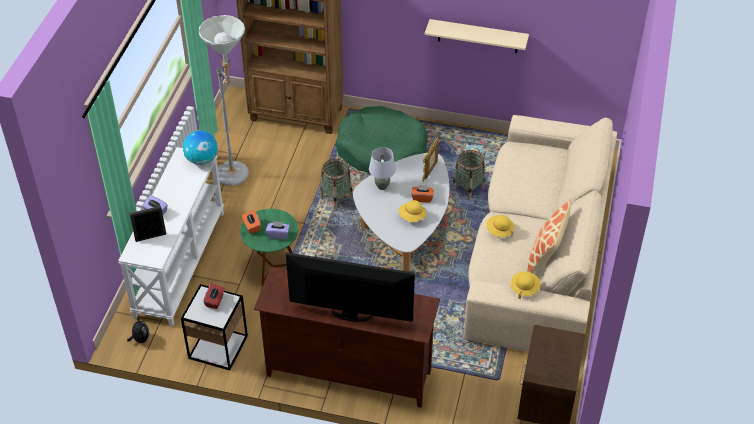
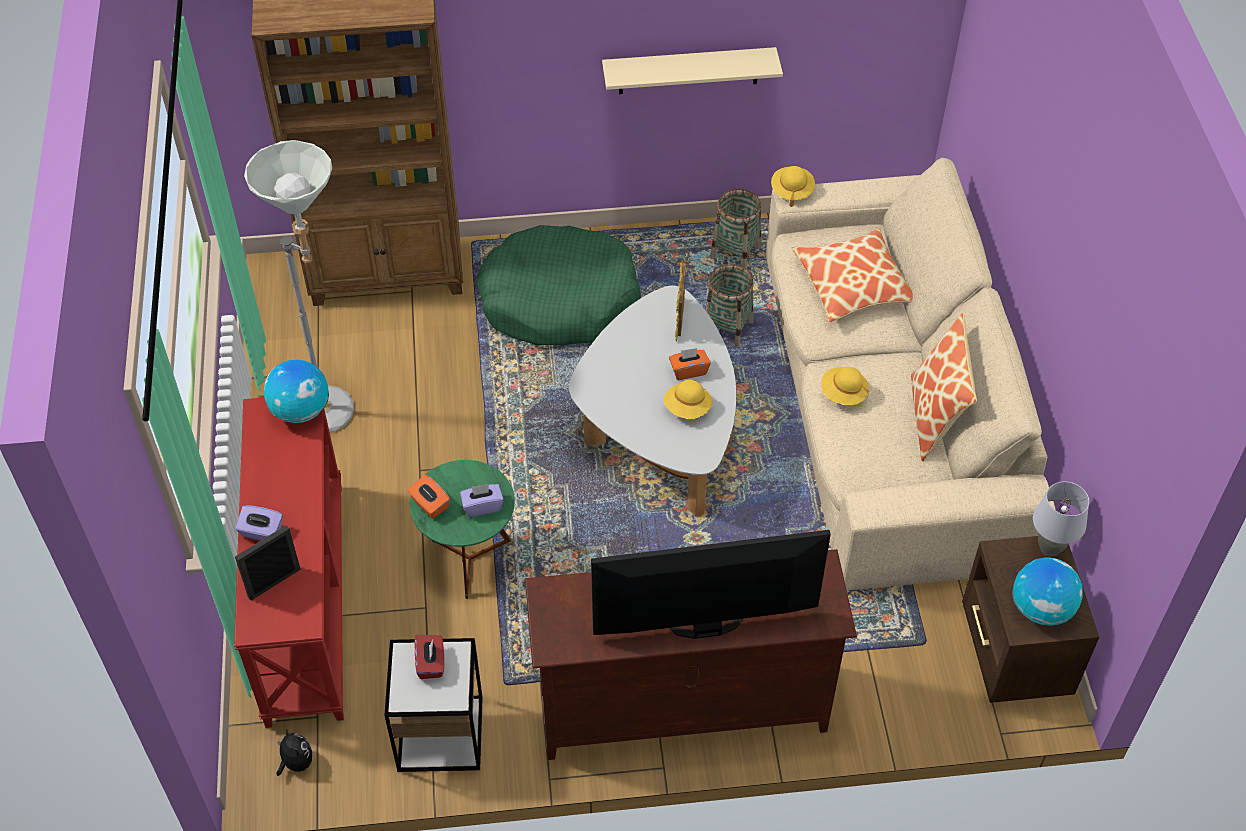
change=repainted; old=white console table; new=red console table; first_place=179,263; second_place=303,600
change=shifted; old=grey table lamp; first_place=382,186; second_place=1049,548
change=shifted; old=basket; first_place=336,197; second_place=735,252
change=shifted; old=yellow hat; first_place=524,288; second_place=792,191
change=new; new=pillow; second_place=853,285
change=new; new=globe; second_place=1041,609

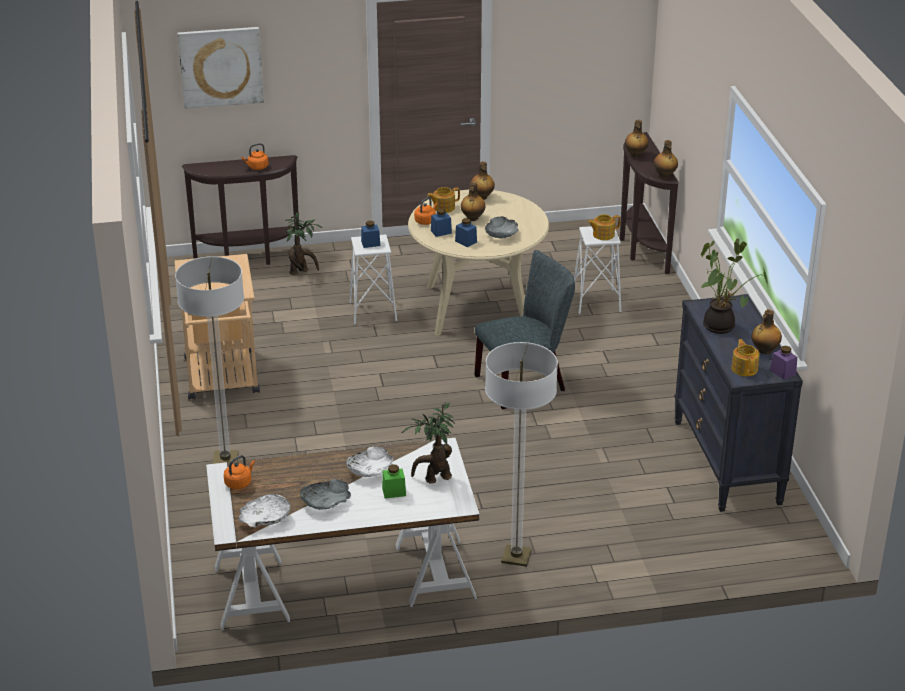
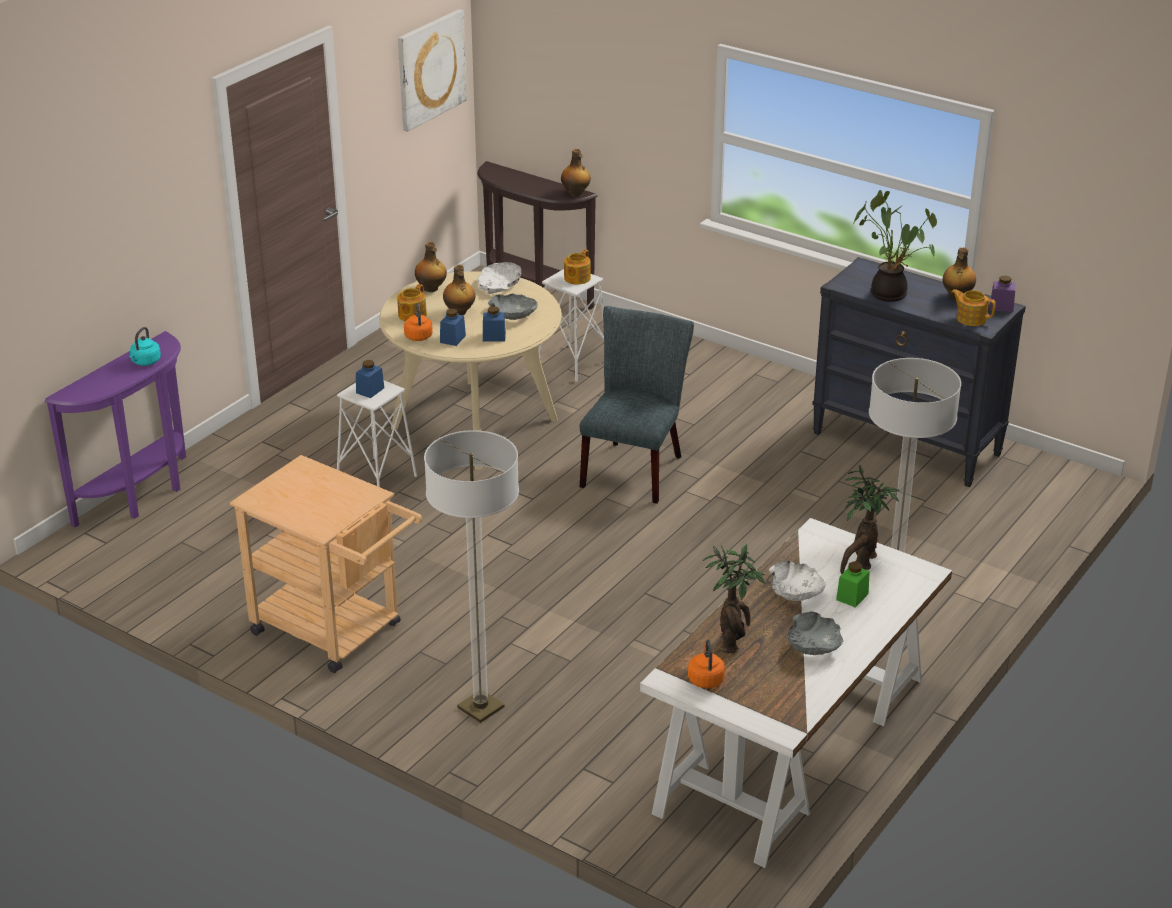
change=shifted; old=picture; first_place=221,66; second_place=430,69
change=gone; old=bottle; first_place=635,155
change=repainted; old=orange kettle; new=turquoise kettle; first_place=257,167; second_place=145,362
change=repainted; old=brown console table; new=purple console table; first_place=248,258; second_place=142,496
change=shifted; old=potted plant; first_place=301,271; second_place=732,640
change=shifted; old=white bowl; first_place=265,518; second_place=499,285

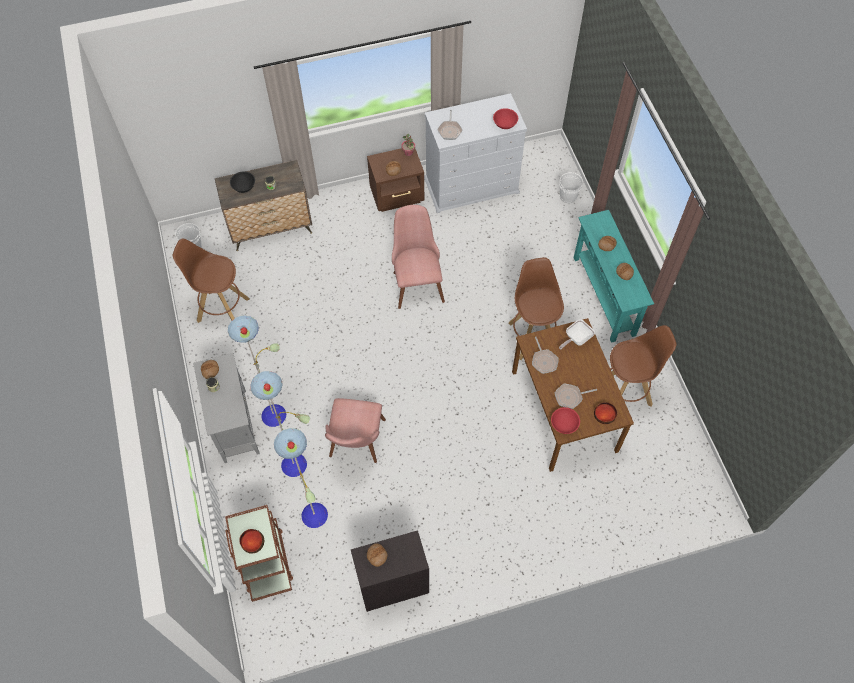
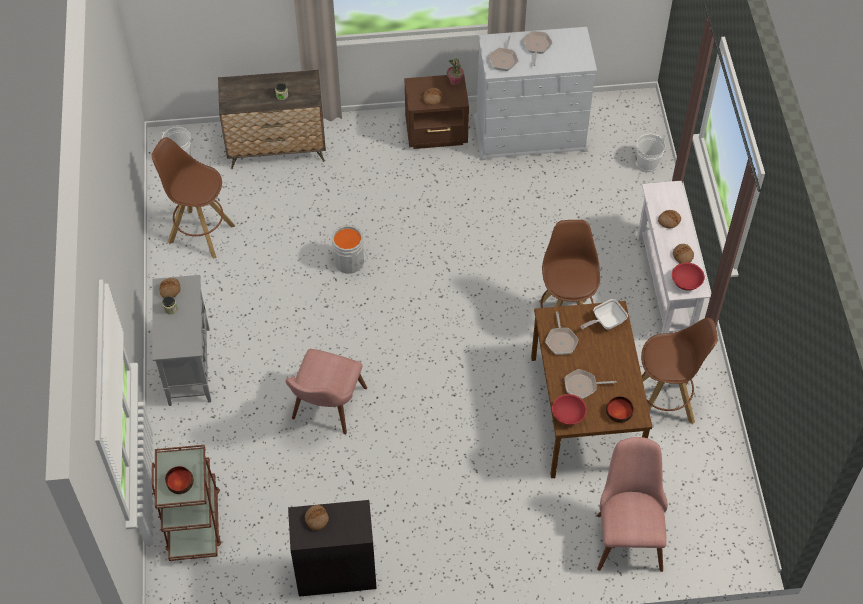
change=shifted; old=red bowl; first_place=504,124; second_place=686,282
change=gone; old=black bowl; first_place=243,187
change=shifted; old=pink chair; first_place=416,280; second_place=627,532
change=repainted; old=turquoise console table; new=white console table; first_place=604,296; second_place=665,287
change=gone; old=floor lamp; first_place=296,464
change=new; new=frying pan; second_place=536,46
change=new; new=grey bucket; second_place=350,261

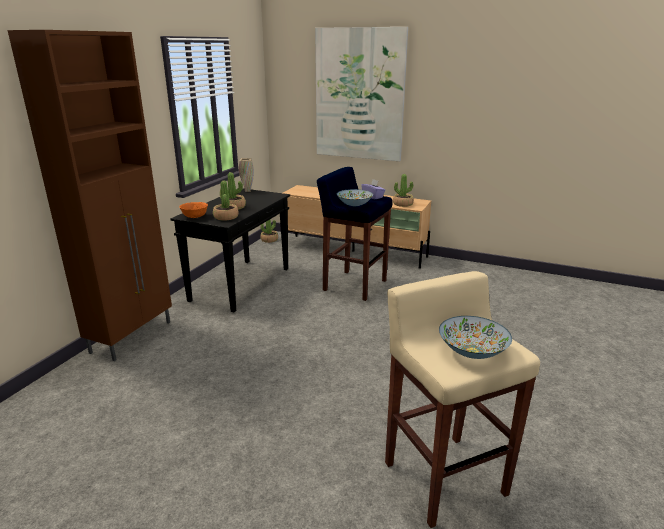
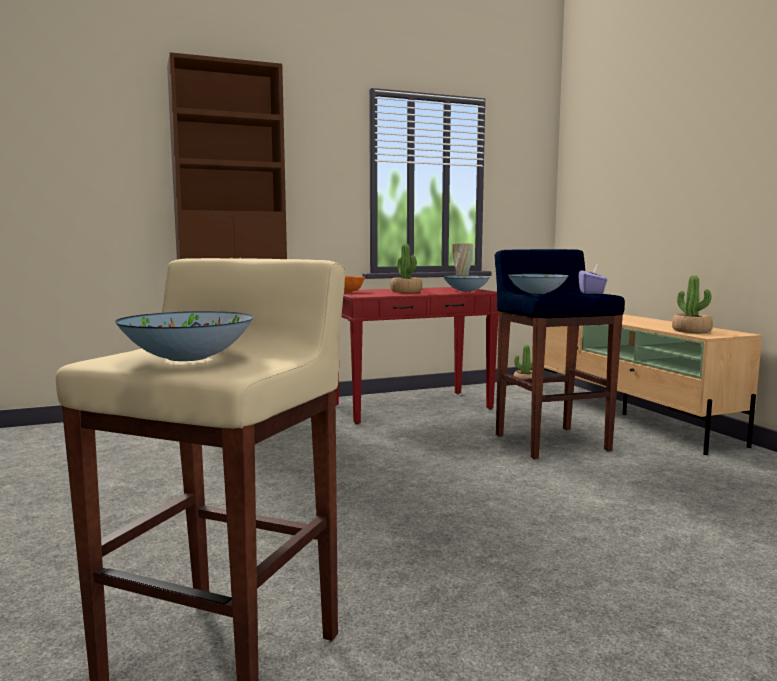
change=gone; old=picture; first_place=359,95
change=gone; old=potted plant; first_place=226,217
change=repainted; old=black console table; new=red console table; first_place=241,284; second_place=412,407
change=new; new=bowl; second_place=466,291

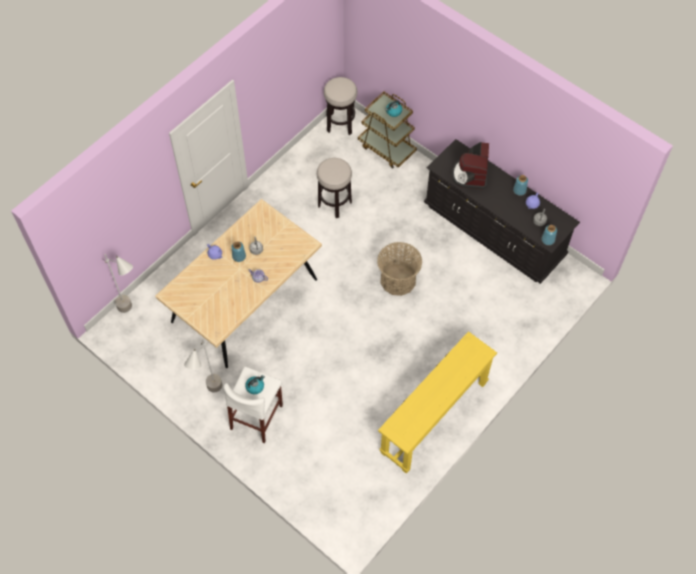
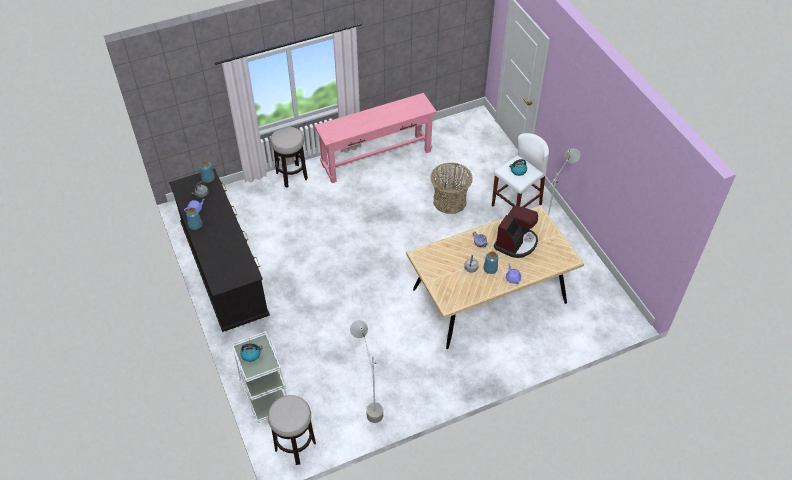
change=repainted; old=brown cart; new=white cart; first_place=387,148; second_place=264,394
change=shifted; old=coffee machine; first_place=470,174; second_place=516,243
change=shifted; old=stool; first_place=334,204; second_place=291,176
change=shifted; old=basket; first_place=398,280; second_place=449,201
change=shifted; old=grey floor lamp; first_place=133,313; second_place=369,404
change=repainted; old=yellow console table; new=pink console table; first_place=434,417; second_place=376,158

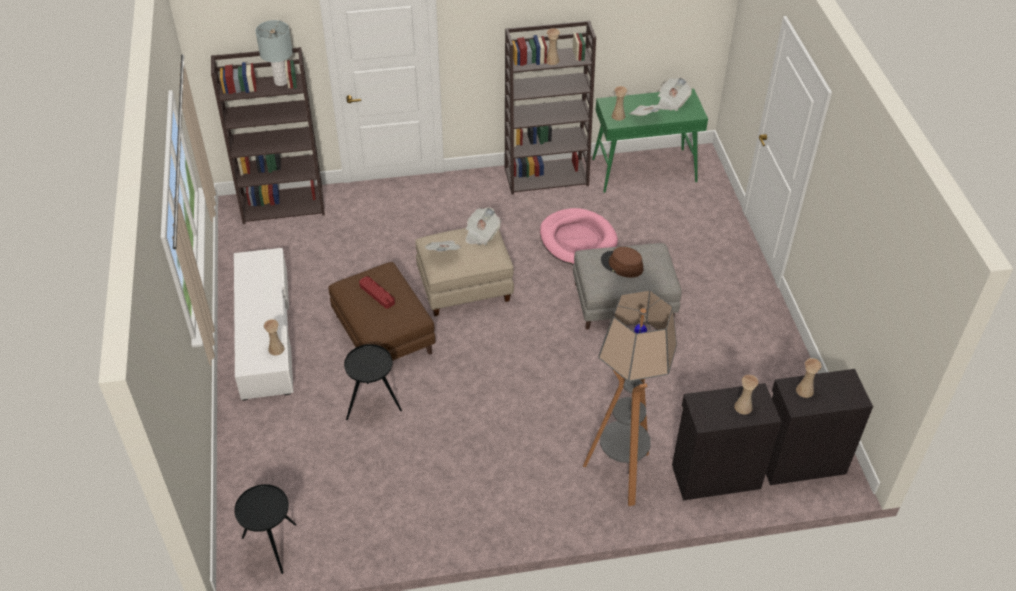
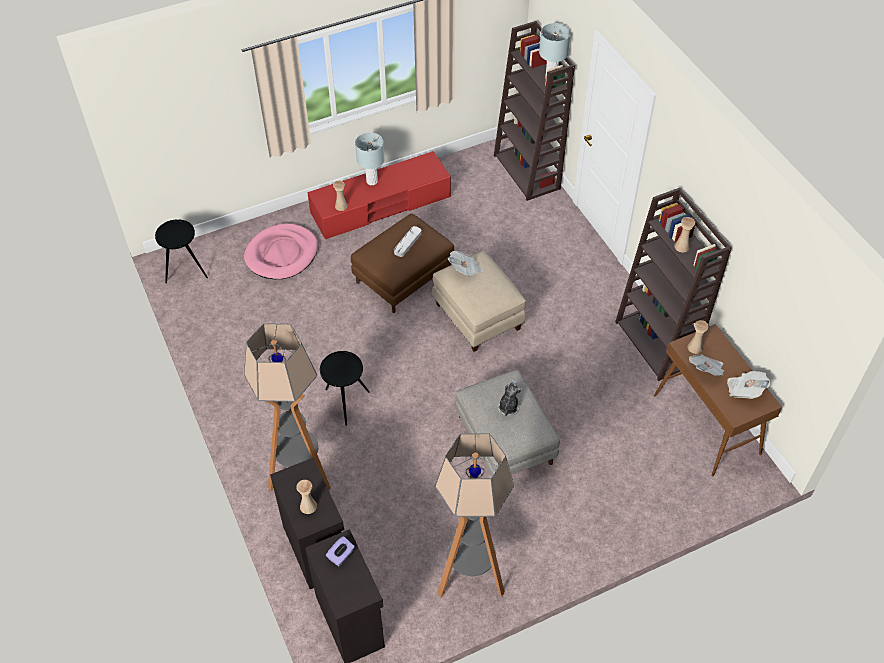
change=repainted; old=green console table; new=brown console table; first_place=644,170; second_place=707,425
change=gone; old=newspaper; first_place=481,234
change=shifted; old=pink dog bed; first_place=578,240; second_place=282,254
change=swapped; old=brown hat; new=plush toy; first_place=621,265; second_place=508,406
change=repainted; old=white tv stand; new=red tv stand; first_place=265,333; second_place=381,206
change=repainted; old=red tray; new=grey tray; first_place=377,294; second_place=407,243
change=shifted; old=black side table; first_place=373,406; second_place=345,404
change=swapped; old=beige vase; new=purple tissue box; first_place=804,390; second_place=341,556
change=new; new=grey table lamp; second_place=372,181
change=new; new=floor lamp; second_place=470,577

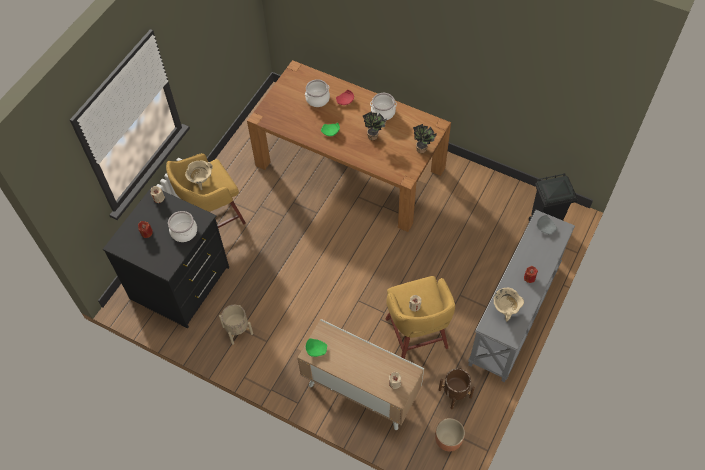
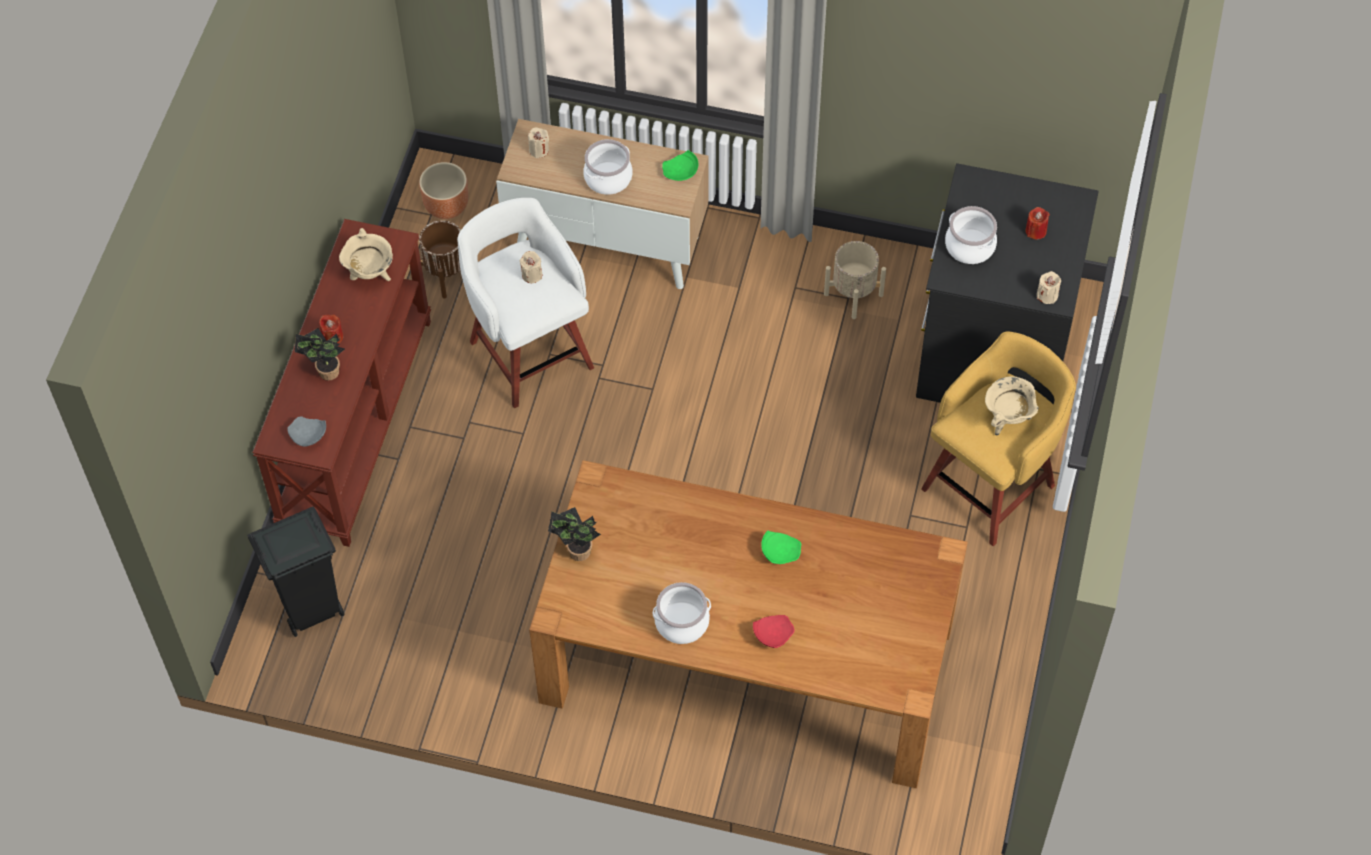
change=shifted; old=cooking pot; first_place=317,99; second_place=607,177
change=shifted; old=potted plant; first_place=374,136; second_place=325,372
change=repainted; old=grey console table; new=brown console table; first_place=515,315; second_place=355,422
change=repainted; old=yellow stool; new=white stool; first_place=417,335; second_place=530,351

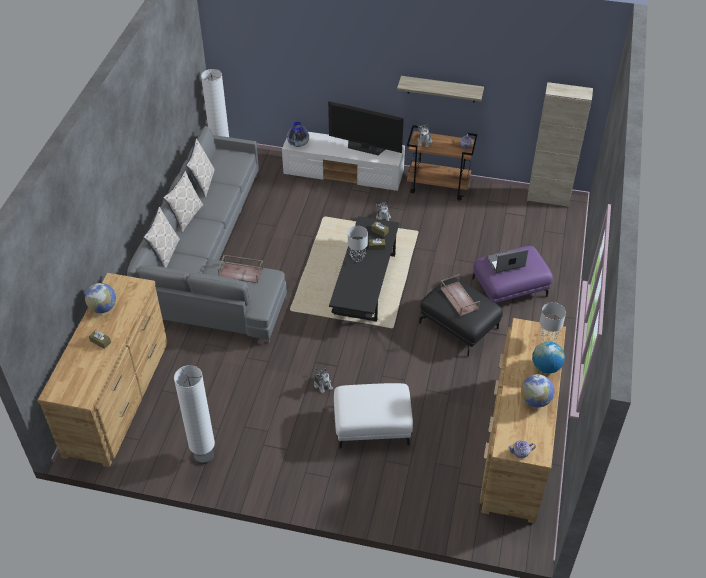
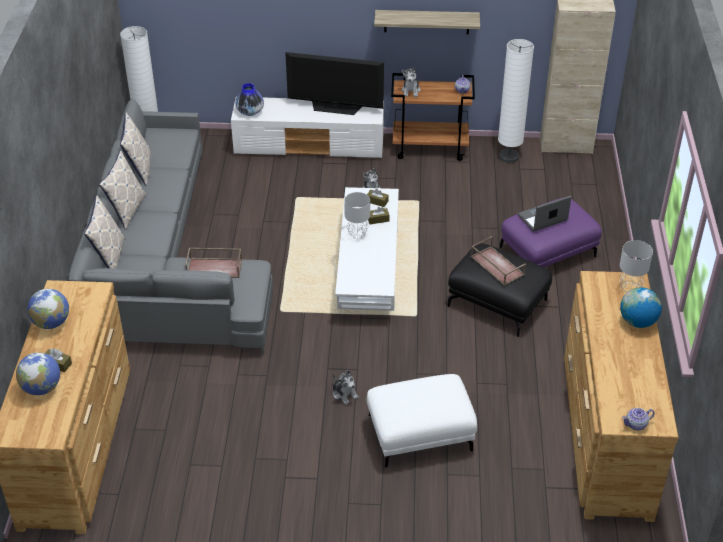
change=repainted; old=black coffee table; new=white coffee table; first_place=365,283; second_place=368,268
change=shifted; old=white floor lamp; first_place=204,456; second_place=509,157
change=shifted; old=globe; first_place=535,400; second_place=42,388

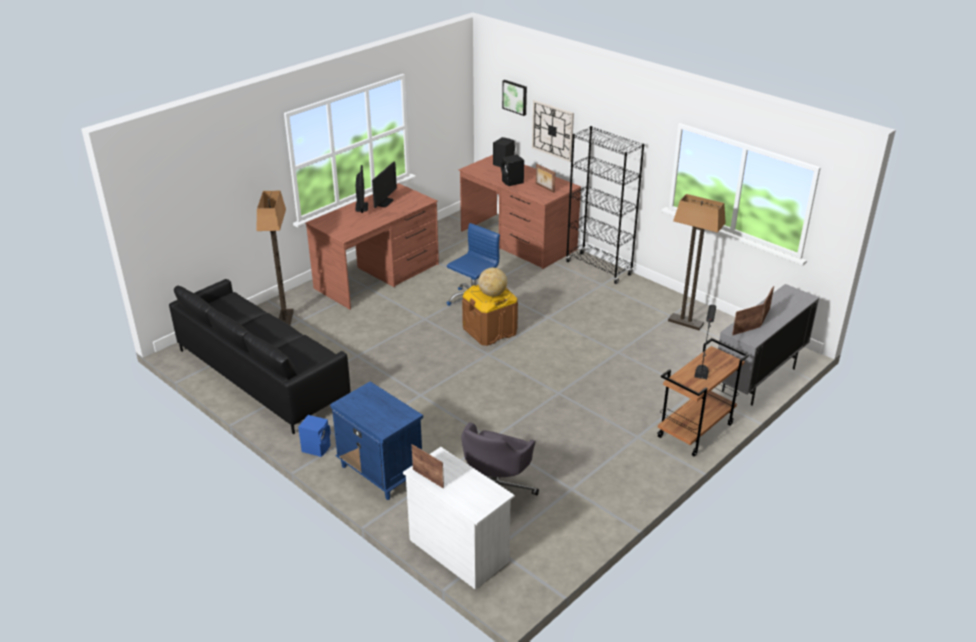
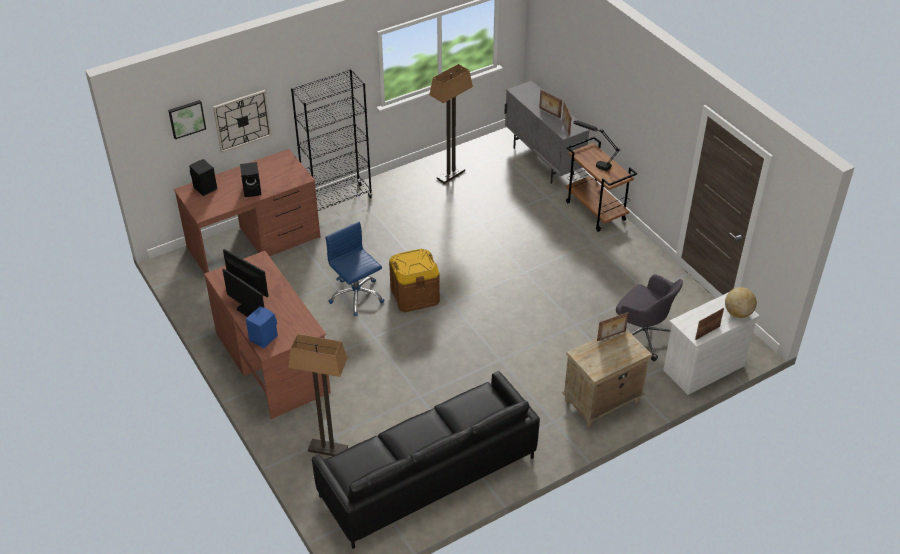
change=shifted; old=picture frame; first_place=544,188; second_place=611,336
change=rotated; old=monitor; first_place=361,207; second_place=248,310; degrees=-150
change=shifted; old=globe; first_place=492,294; second_place=738,313
change=repainted; old=blue nightstand; new=beige nightstand; first_place=380,471; second_place=601,402
change=shifted; old=blue speaker; first_place=317,448; second_place=263,337

